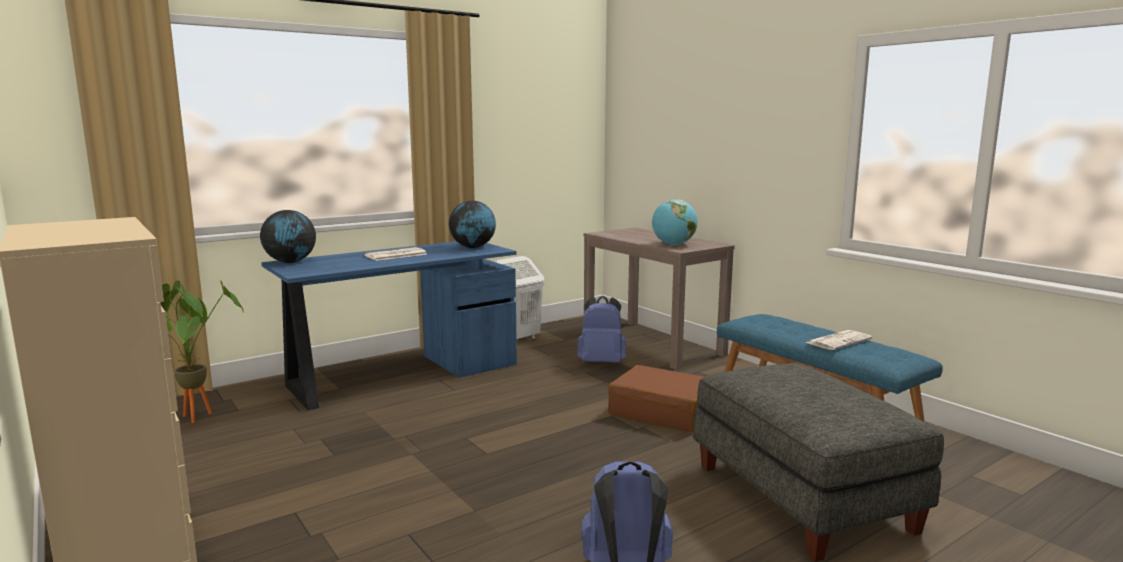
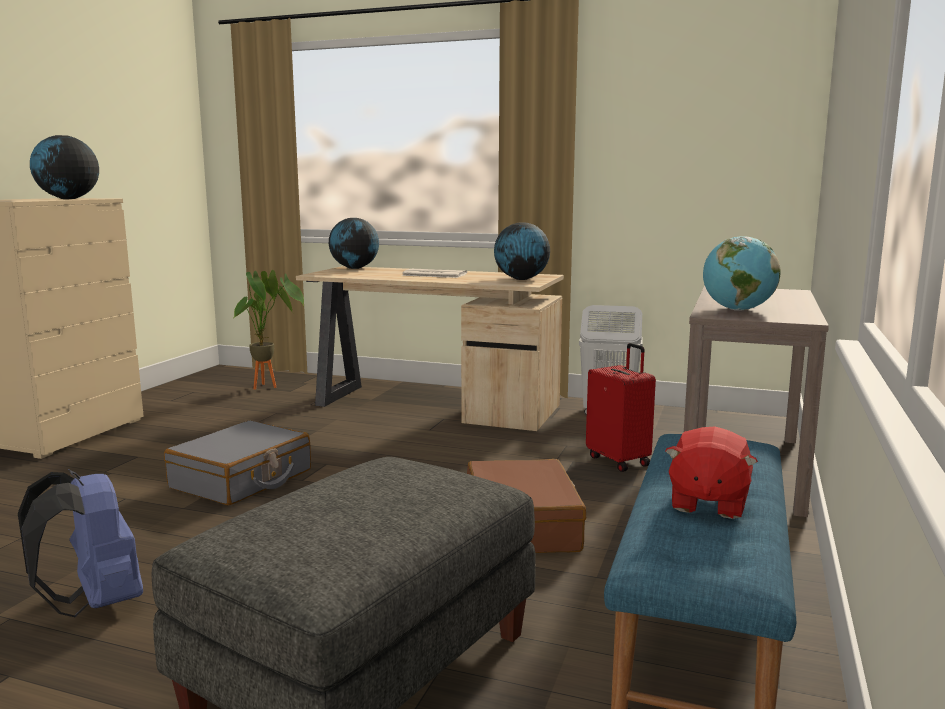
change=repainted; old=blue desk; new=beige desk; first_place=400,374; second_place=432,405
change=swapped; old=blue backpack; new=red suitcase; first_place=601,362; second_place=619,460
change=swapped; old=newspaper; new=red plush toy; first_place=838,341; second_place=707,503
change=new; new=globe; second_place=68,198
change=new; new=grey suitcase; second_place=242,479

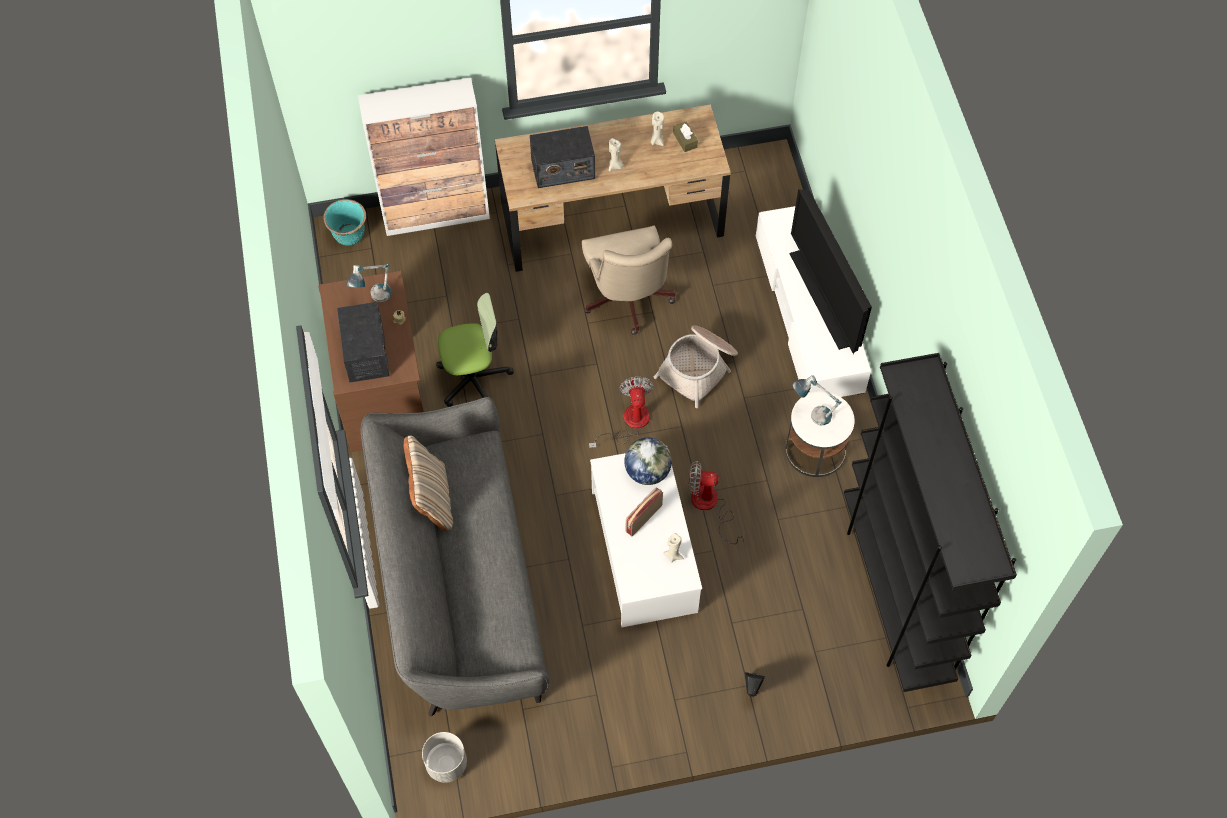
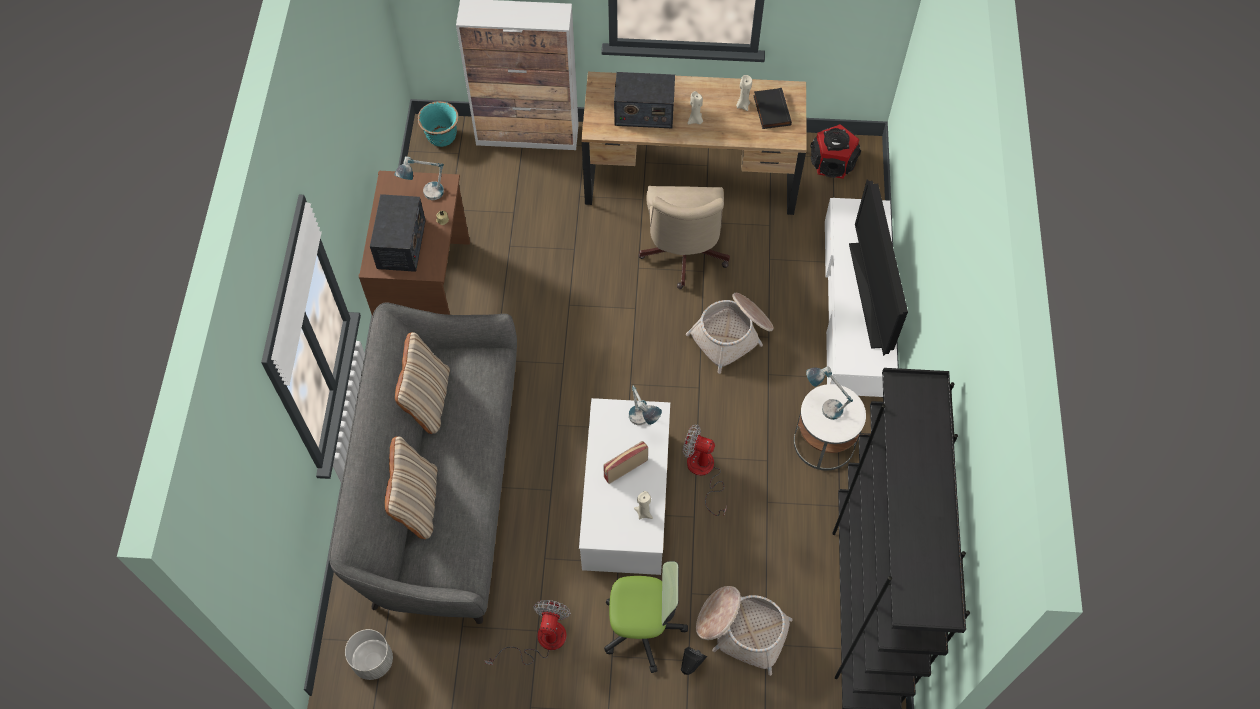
change=swapped; old=brown tissue box; new=black book; first_place=685,140; second_place=770,110
change=shifted; old=office chair; first_place=474,379; second_place=643,628
change=shifted; old=fan; first_place=629,423; second_place=541,641
change=swapped; old=globe; new=table lamp; first_place=647,471; second_place=643,423
change=new; new=speaker; second_place=833,163
change=new; new=beige pillow; second_place=417,503
change=new; new=basket; second_place=741,630

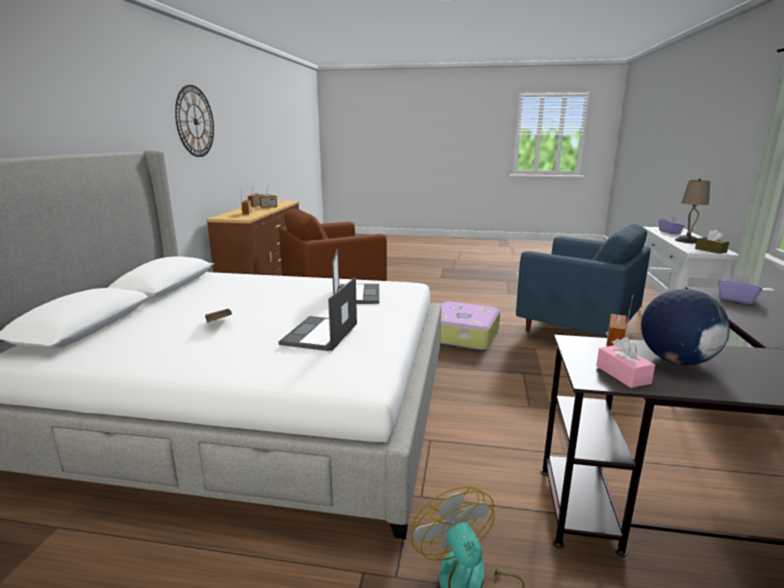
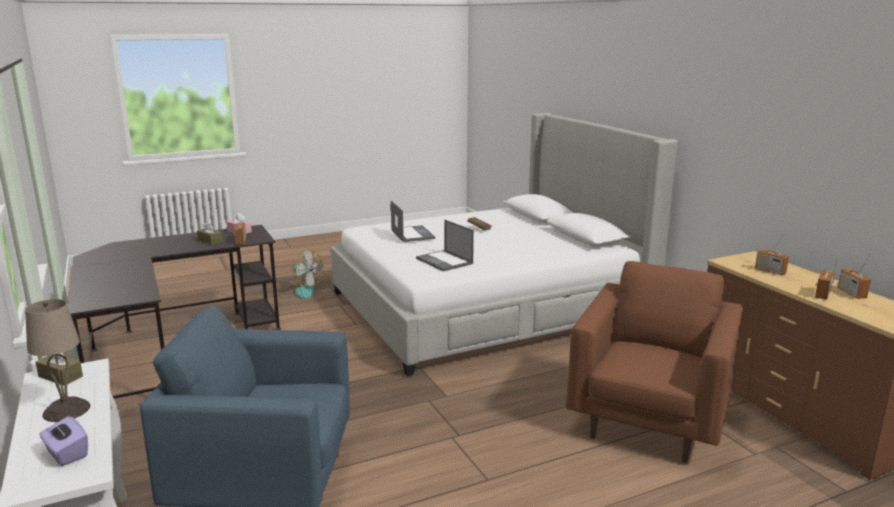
change=gone; old=wall clock; first_place=195,121
change=gone; old=purple tissue box; first_place=737,299
change=swapped; old=globe; new=brown tissue box; first_place=676,361; second_place=210,241
change=gone; old=suitcase; first_place=462,335

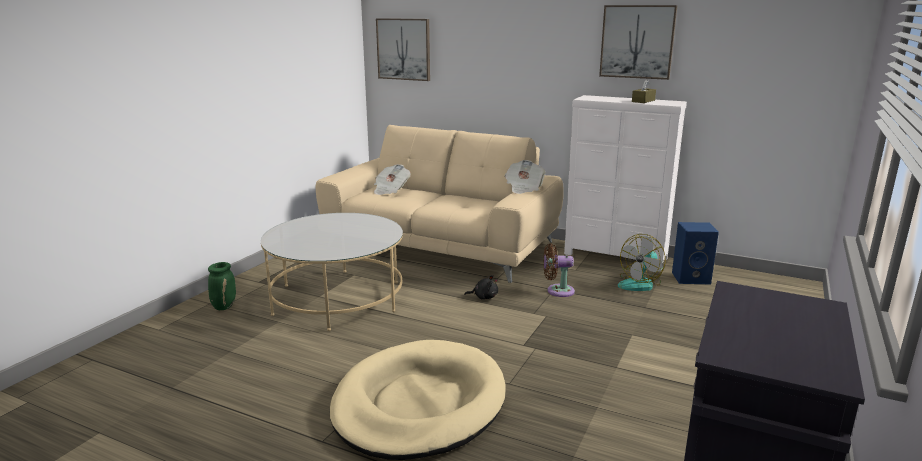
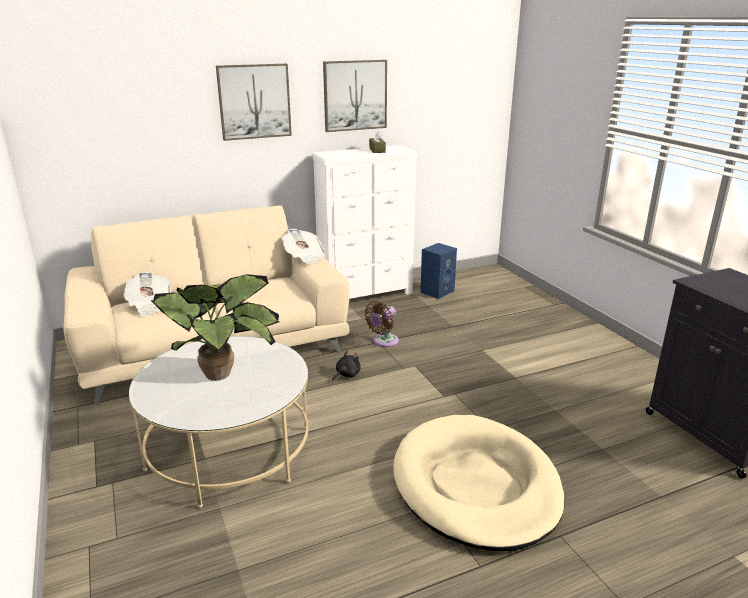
change=shifted; old=picture; first_place=404,49; second_place=254,101
change=gone; old=fan; first_place=640,284
change=gone; old=green vase; first_place=224,306
change=new; new=potted plant; second_place=223,373

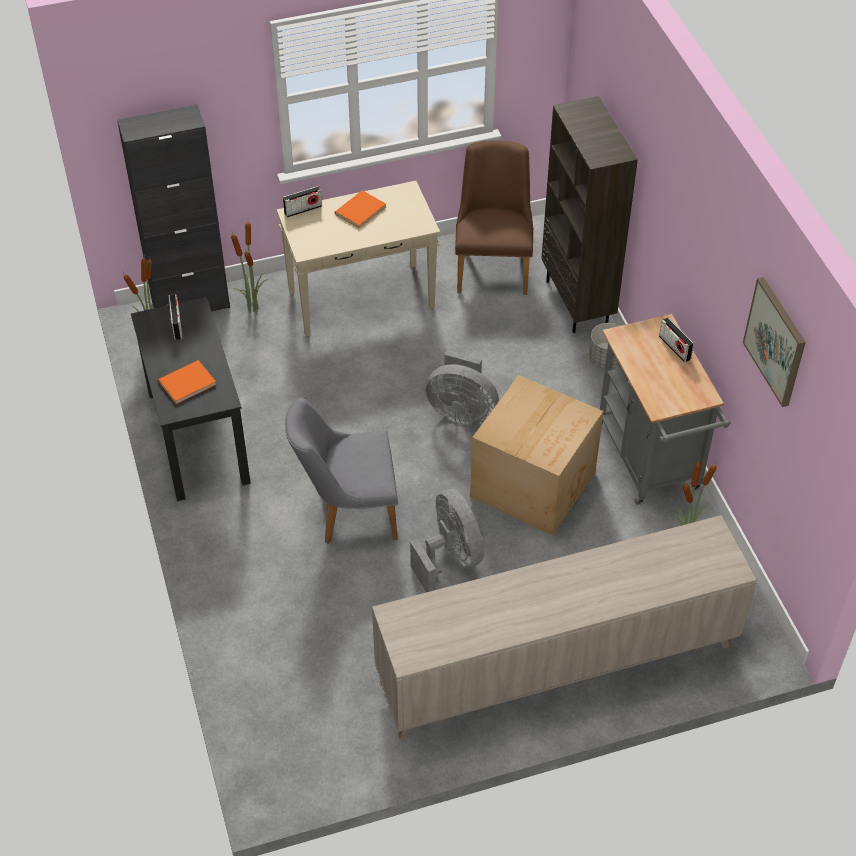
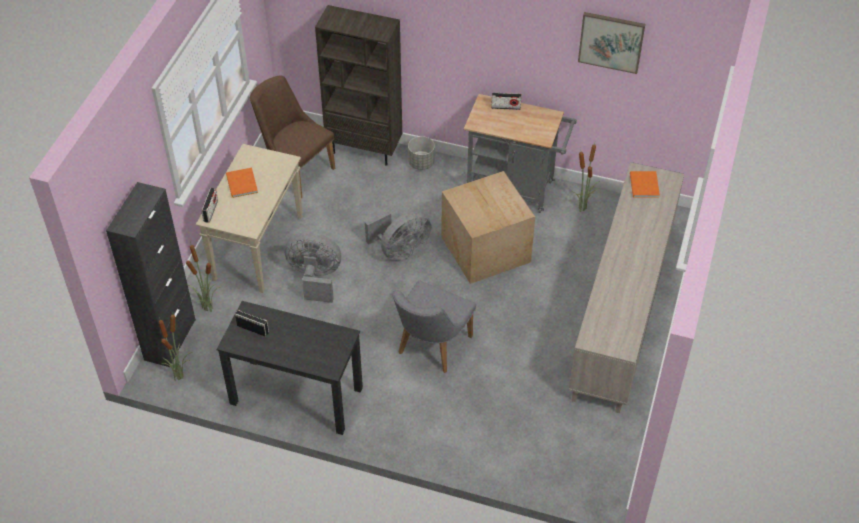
change=shifted; old=orange book; first_place=185,383; second_place=643,186
change=shifted; old=grey fan; first_place=450,558; second_place=315,278

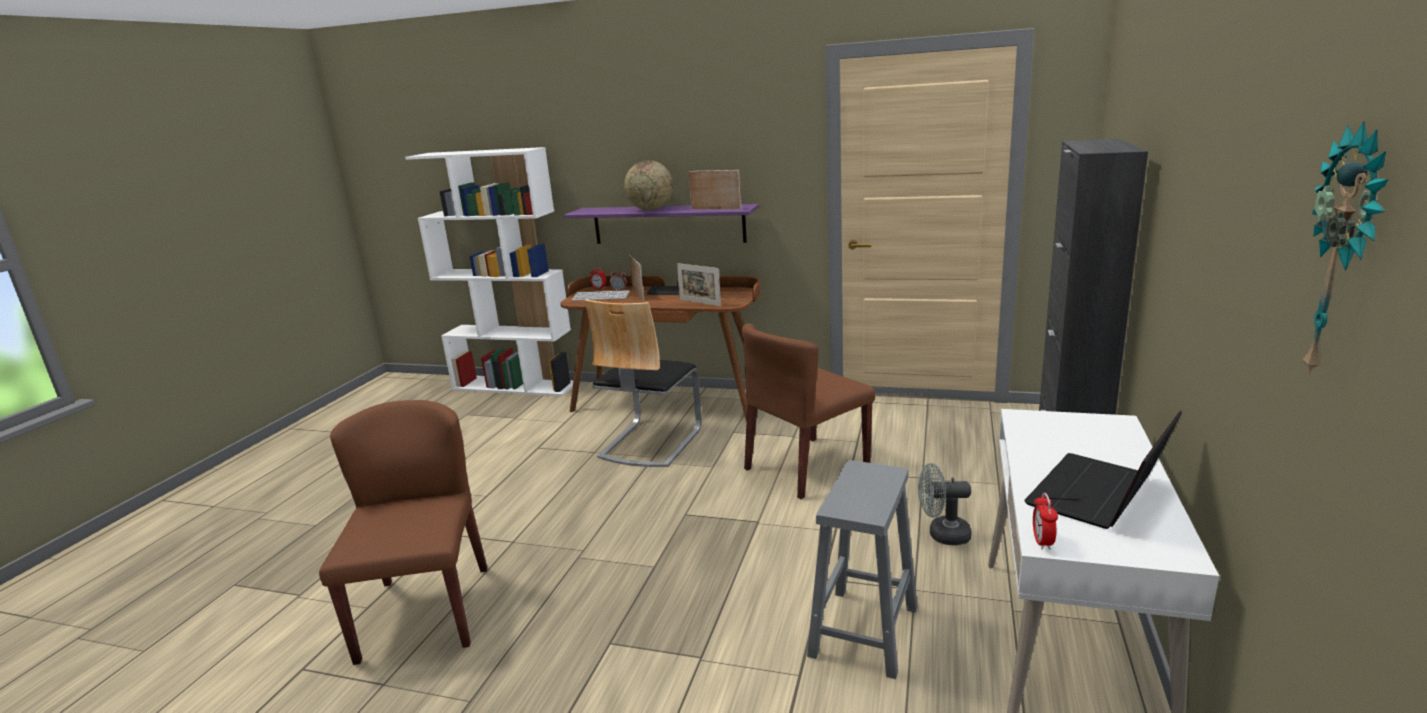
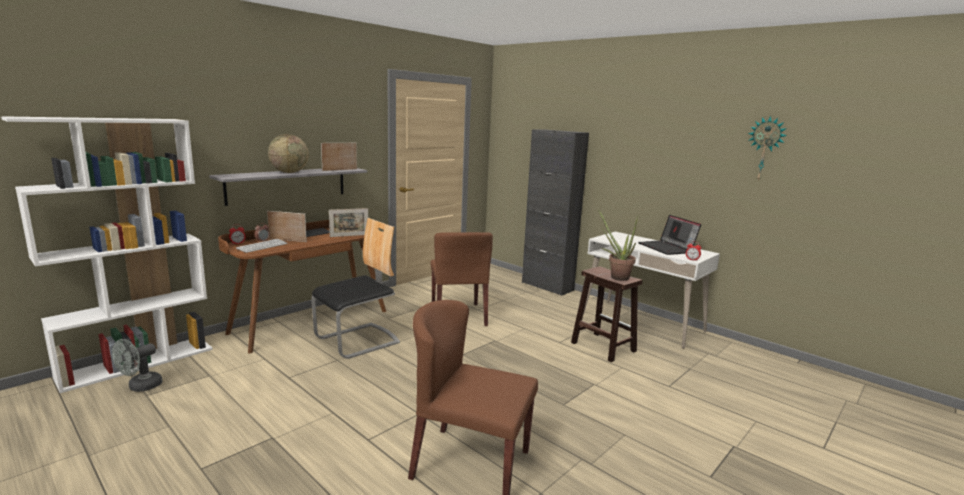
change=repainted; old=purple shelf; new=grey shelf; first_place=668,224; second_place=288,185
change=rotated; old=chair; first_place=650,442; second_place=358,341; degrees=-90
change=repainted; old=grey stool; new=brown stool; first_place=864,630; second_place=602,346
change=shifted; old=grey fan; first_place=942,535; second_place=140,387
change=new; new=potted plant; second_place=616,277

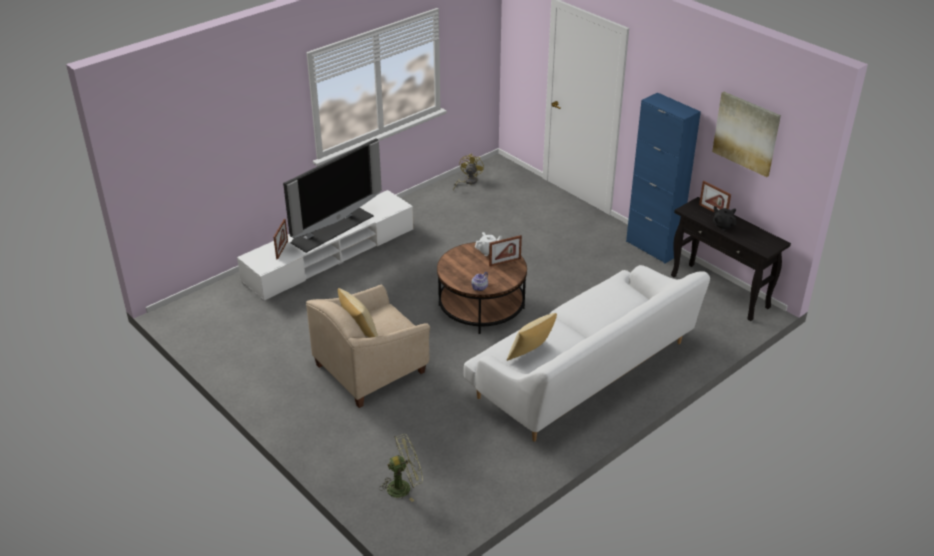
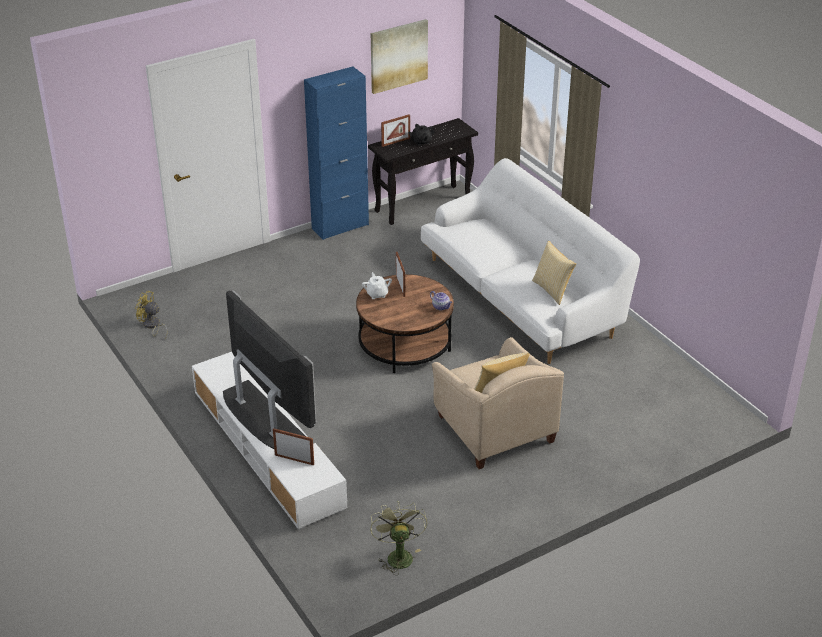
change=shifted; old=green fan; first_place=404,487; second_place=398,555

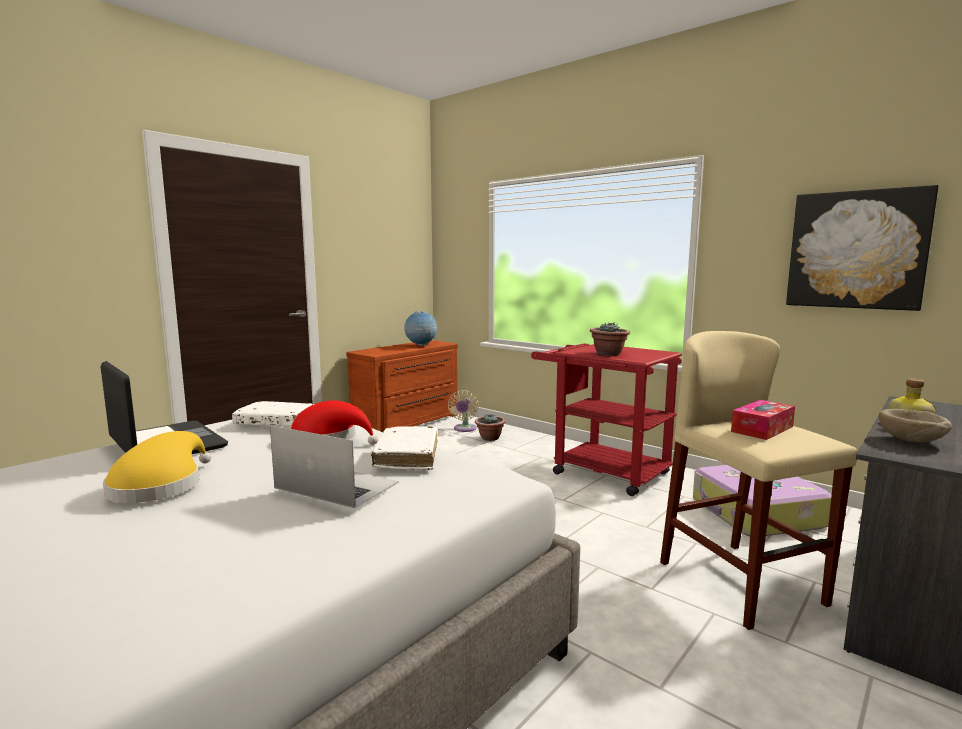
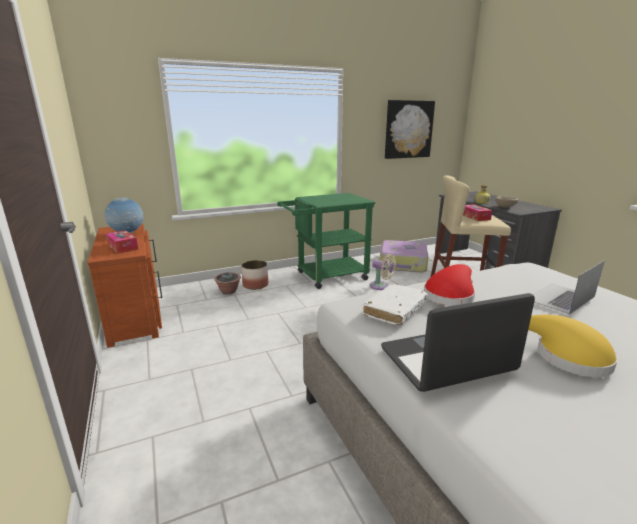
change=gone; old=potted plant; first_place=608,354
change=repainted; old=red cart; new=green cart; first_place=601,471; second_place=326,276
change=shifted; old=beige fan; first_place=464,429; second_place=381,286
change=gone; old=white book; first_place=407,457
change=new; new=tissue box; second_place=122,247
change=new; new=planter; second_place=255,285

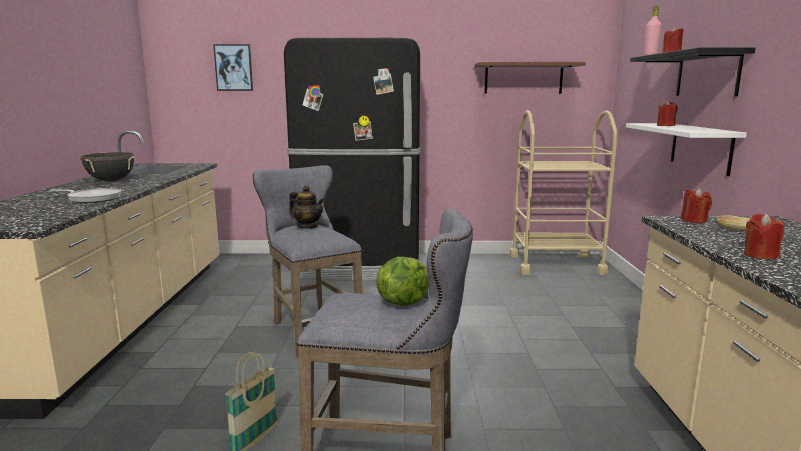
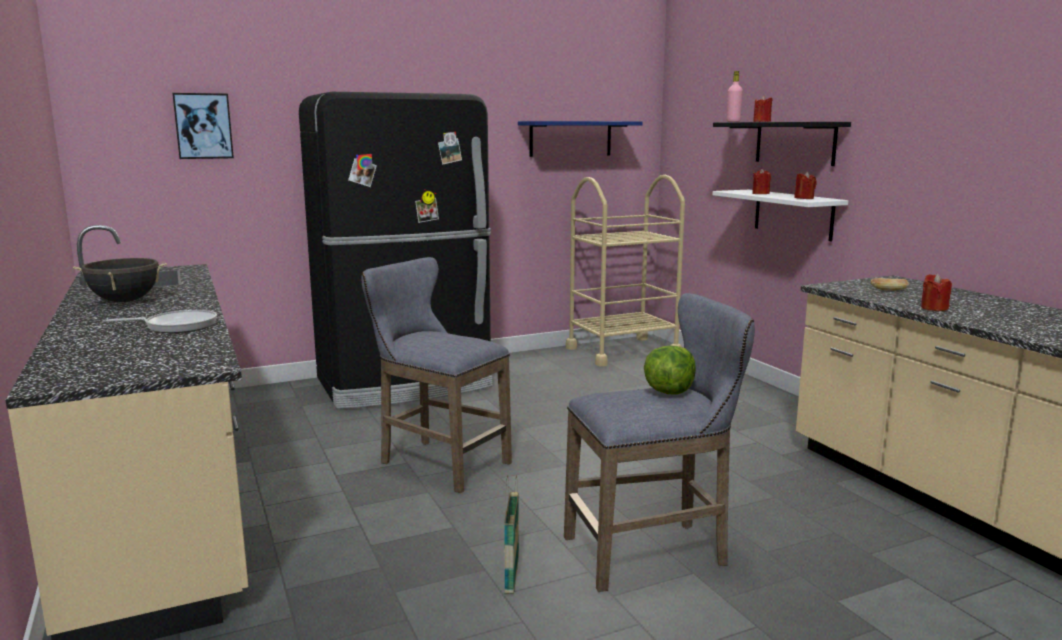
change=repainted; old=brown shelf; new=blue shelf; first_place=523,78; second_place=570,138
change=gone; old=teapot; first_place=307,227
change=shifted; old=red candle; first_place=694,220; second_place=804,198

